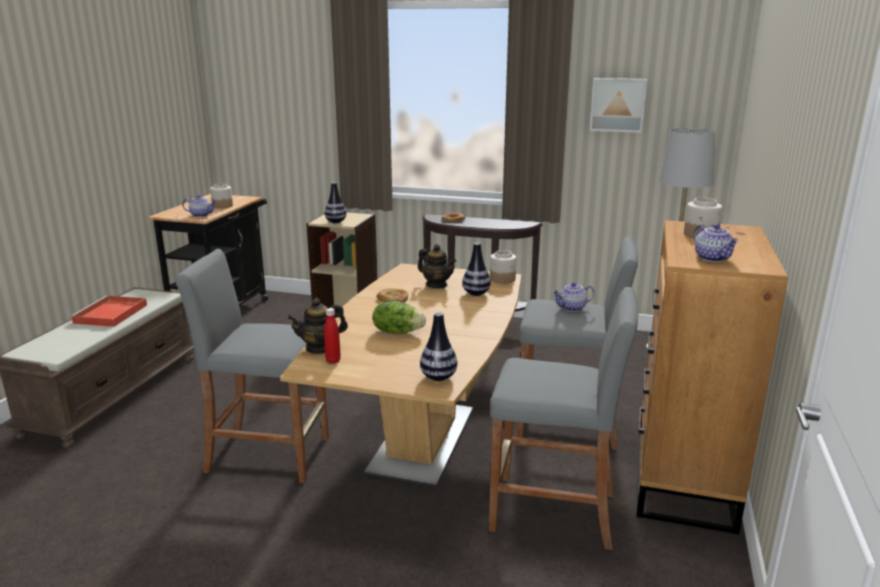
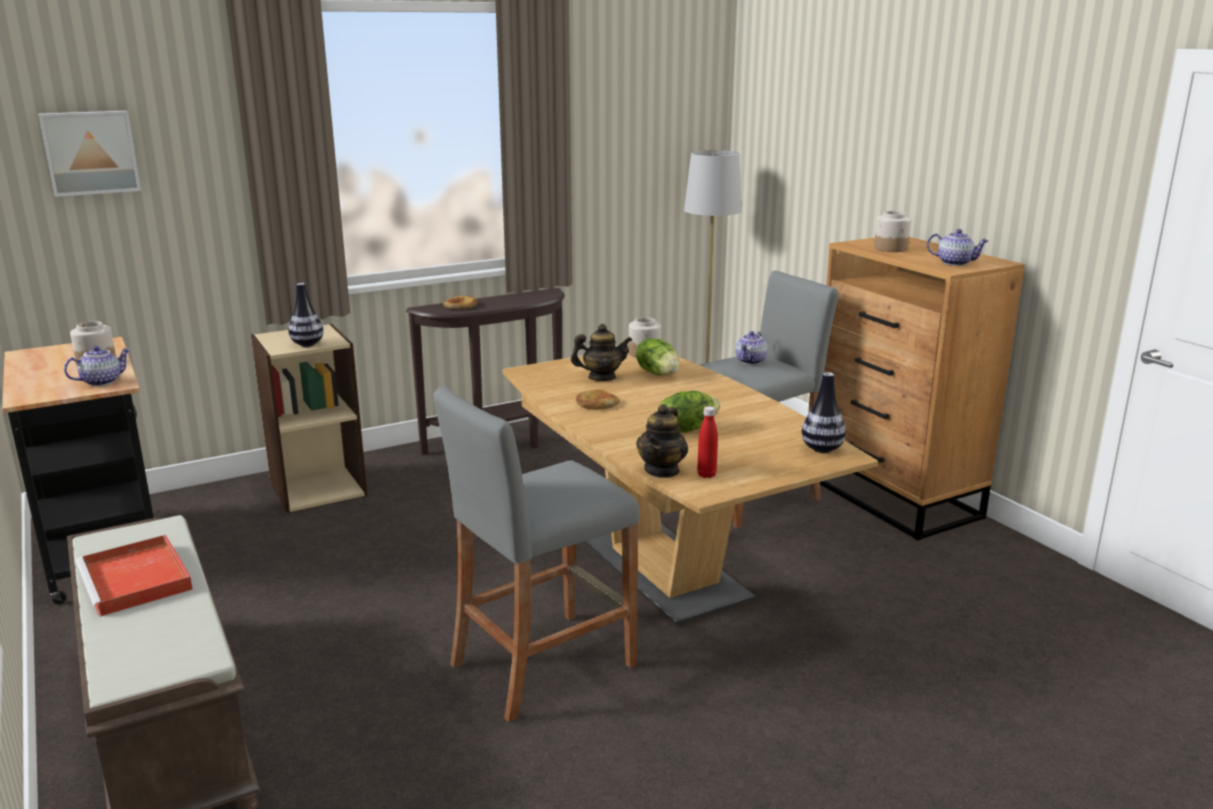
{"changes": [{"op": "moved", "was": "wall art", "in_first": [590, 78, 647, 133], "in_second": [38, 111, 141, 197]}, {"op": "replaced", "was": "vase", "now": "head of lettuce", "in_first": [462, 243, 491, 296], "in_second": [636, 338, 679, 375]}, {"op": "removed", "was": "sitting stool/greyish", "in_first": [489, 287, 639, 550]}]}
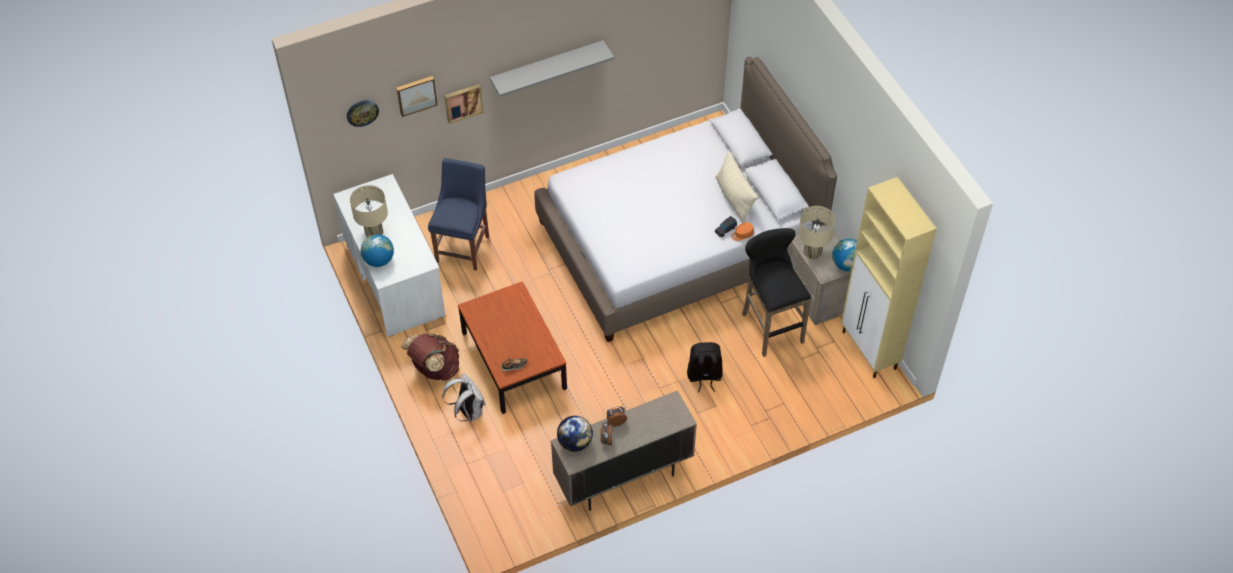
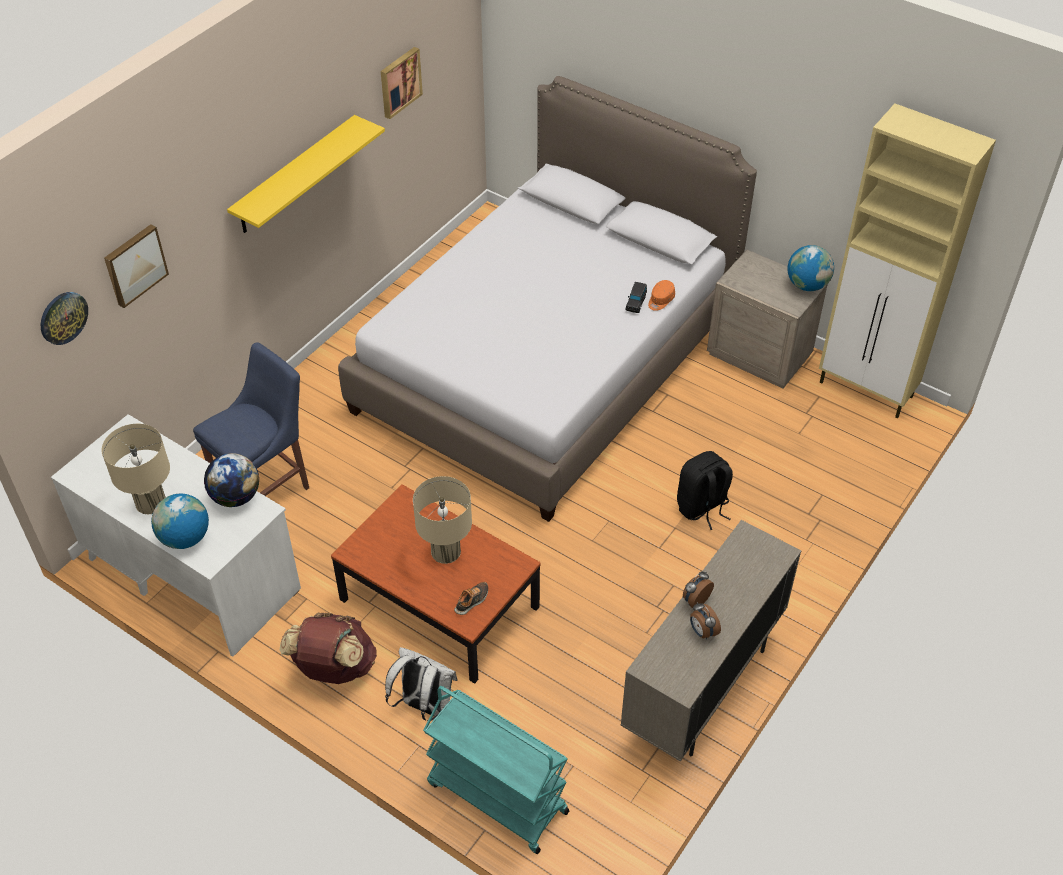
{"changes": [{"op": "recoloured", "was": "shelf/greyish", "now": "shelf/yellowish", "in_first": [490, 40, 614, 97], "in_second": [227, 115, 385, 233]}, {"op": "moved", "was": "wall art", "in_first": [444, 84, 484, 124], "in_second": [381, 47, 423, 119]}, {"op": "removed", "was": "throw pillow/sand-coloured", "in_first": [715, 151, 758, 223]}, {"op": "turned", "was": "upright chair/blue", "in_first": [428, 158, 489, 271], "in_second": [193, 342, 309, 496], "clockwise": 60}, {"op": "moved", "was": "table lamp/sand-coloured", "in_first": [798, 206, 836, 259], "in_second": [413, 476, 472, 564]}, {"op": "removed", "was": "sitting stool/black", "in_first": [742, 228, 811, 357]}, {"op": "moved", "was": "world globe", "in_first": [557, 416, 593, 452], "in_second": [204, 453, 259, 507]}, {"op": "added", "now": "wheeled cart/blue-green", "in_second": [423, 686, 569, 854]}]}
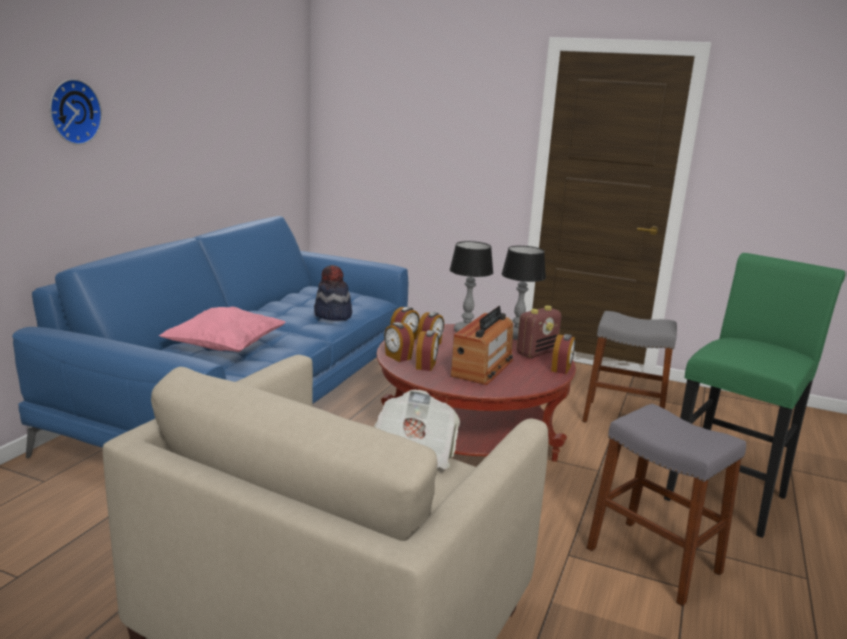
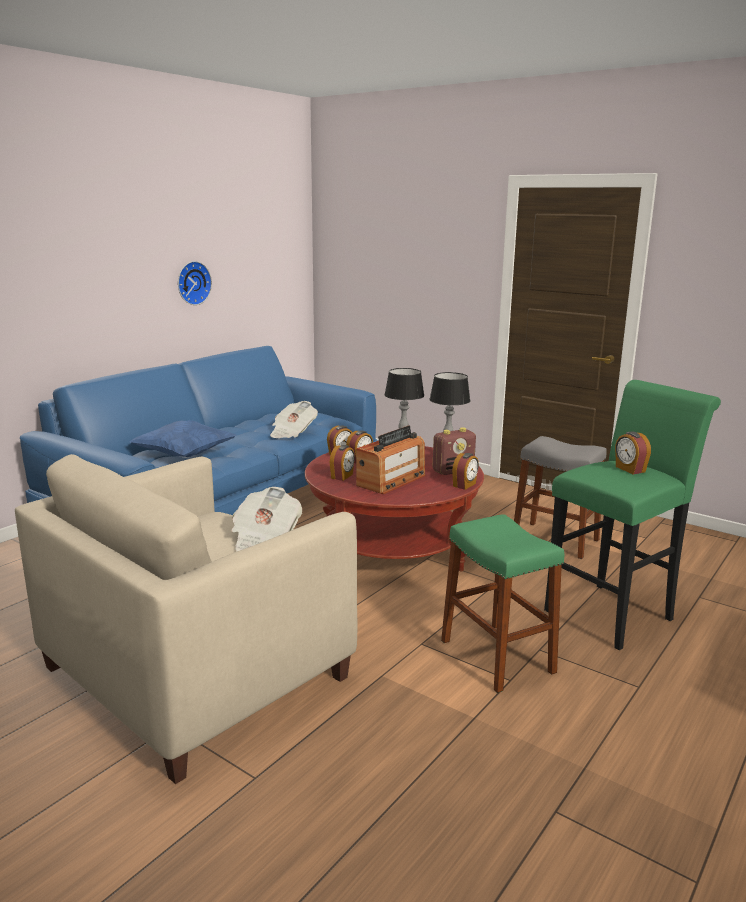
{"changes": [{"op": "moved", "was": "wall clock", "in_first": [50, 79, 102, 145], "in_second": [178, 261, 212, 305]}, {"op": "replaced", "was": "wearable hat", "now": "daily paper", "in_first": [314, 265, 352, 320], "in_second": [270, 401, 318, 438]}, {"op": "recoloured", "was": "throw pillow/pinkish", "now": "throw pillow/blue", "in_first": [159, 307, 286, 352], "in_second": [129, 420, 236, 457]}, {"op": "moved", "was": "bedside clock", "in_first": [384, 322, 414, 362], "in_second": [615, 432, 651, 474]}, {"op": "recoloured", "was": "sitting stool/greyish", "now": "sitting stool/green-coloured", "in_first": [587, 404, 746, 606], "in_second": [441, 515, 564, 693]}]}
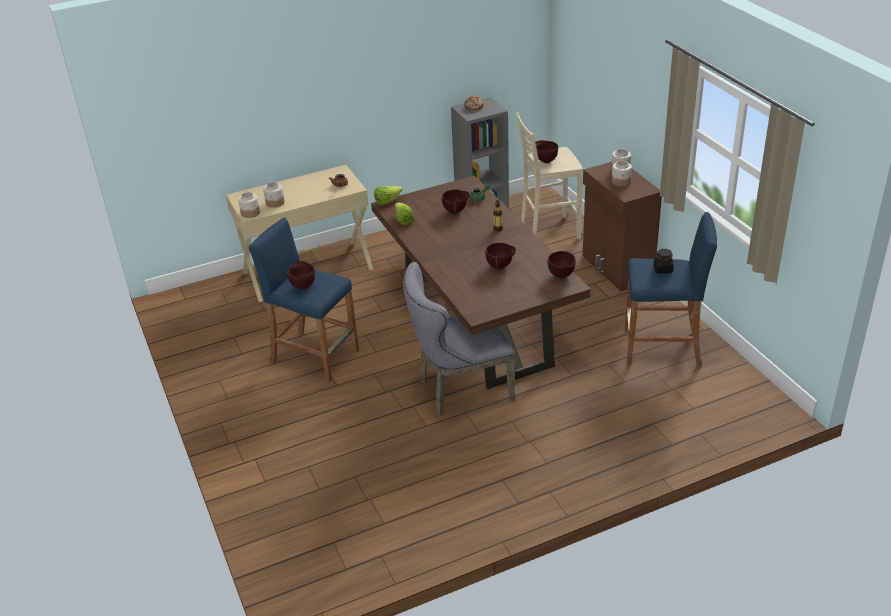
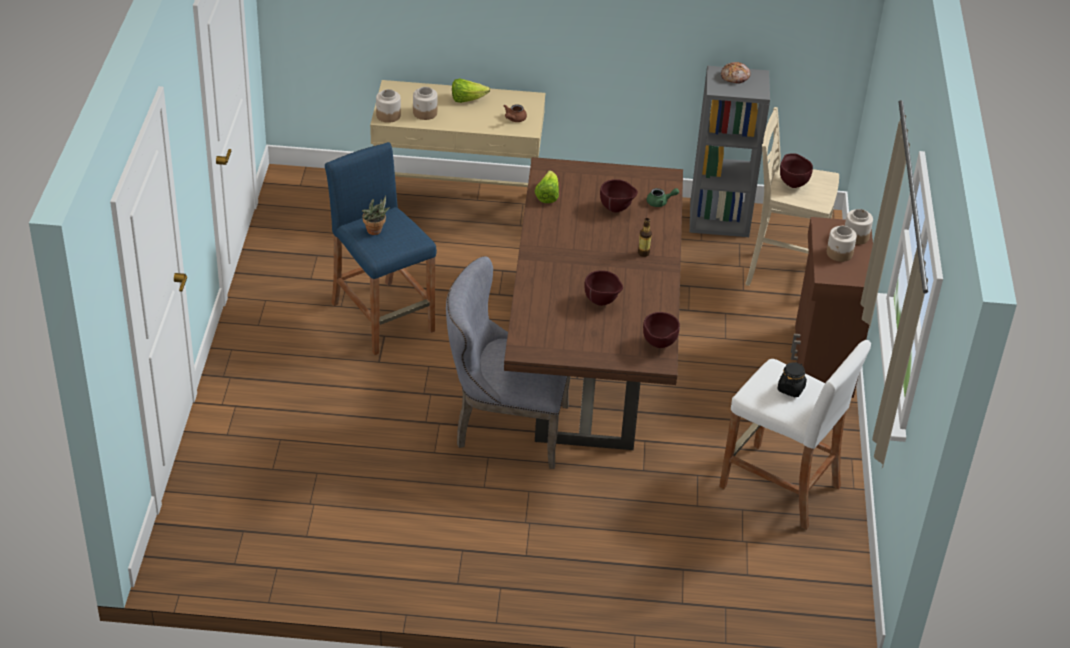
{"changes": [{"op": "moved", "was": "head of lettuce", "in_first": [374, 186, 402, 205], "in_second": [452, 78, 490, 103]}, {"op": "recoloured", "was": "sitting stool/blue", "now": "sitting stool/white-coloured", "in_first": [625, 212, 717, 366], "in_second": [719, 340, 871, 530]}, {"op": "replaced", "was": "serving bowl/brown-coloured", "now": "potted plant", "in_first": [287, 261, 315, 290], "in_second": [362, 195, 390, 235]}]}
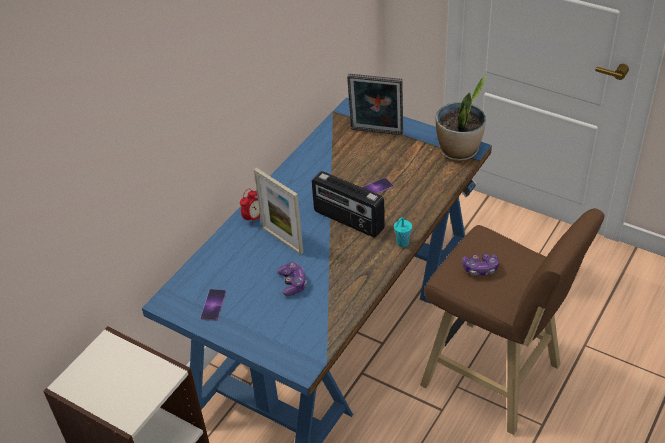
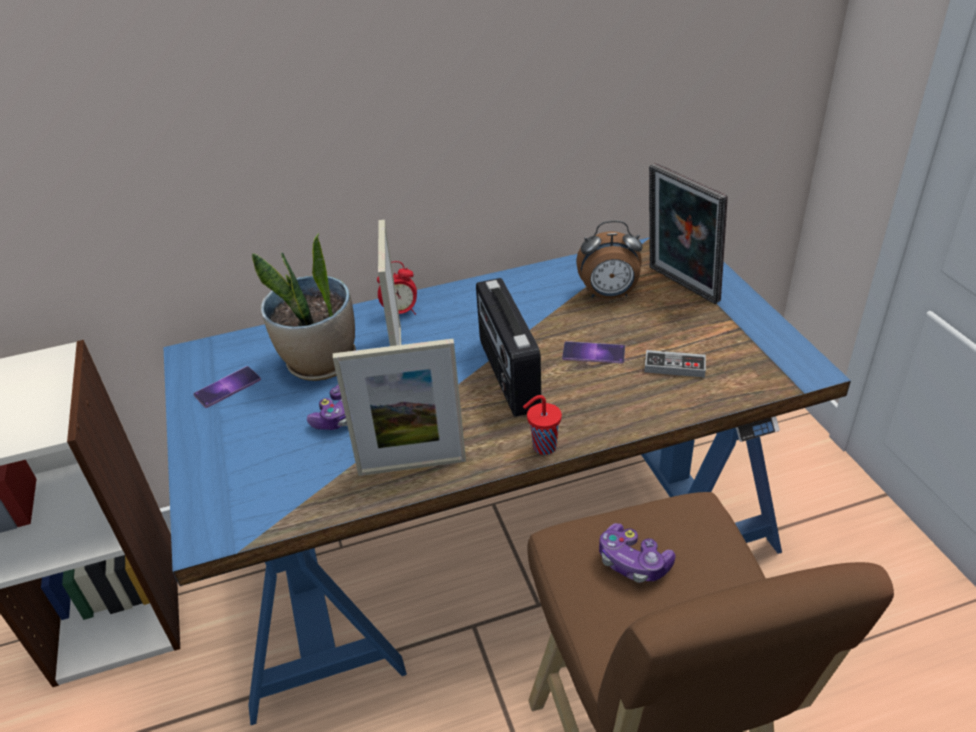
{"changes": [{"op": "moved", "was": "potted plant", "in_first": [435, 75, 487, 161], "in_second": [252, 233, 356, 381]}, {"op": "recoloured", "was": "drinking cup/blue-green", "now": "drinking cup/red-coloured", "in_first": [394, 217, 412, 247], "in_second": [523, 395, 562, 455]}, {"op": "added", "now": "bedside clock", "in_second": [576, 220, 642, 299]}, {"op": "added", "now": "picture frame", "in_second": [333, 339, 466, 476]}, {"op": "added", "now": "joypad", "in_second": [644, 350, 706, 378]}]}
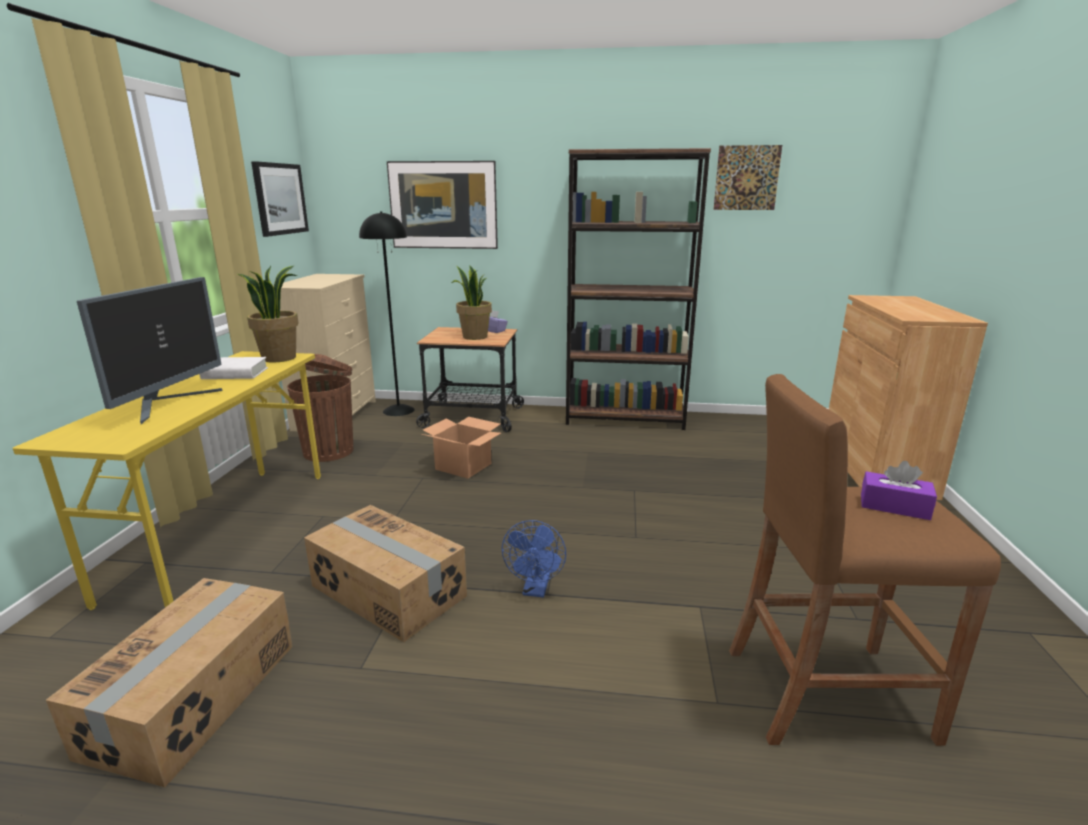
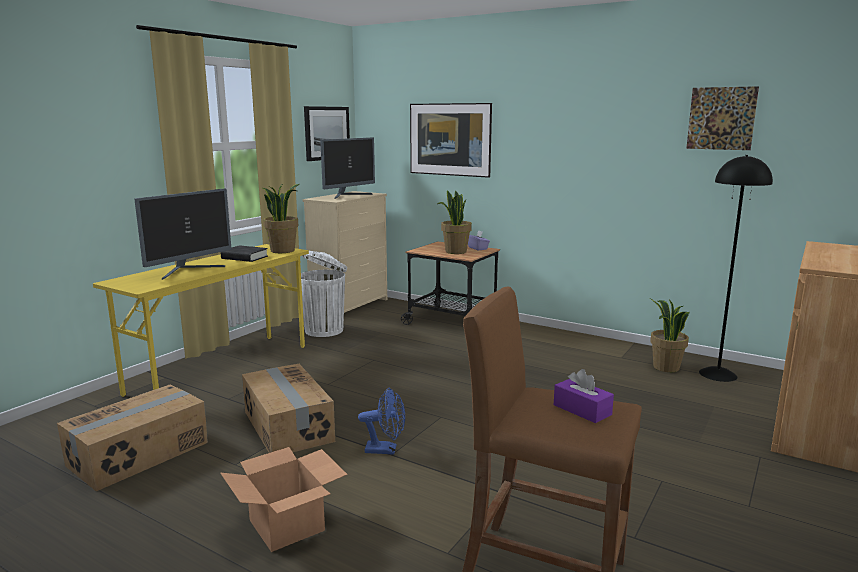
{"changes": [{"op": "removed", "was": "shelving unit/brown-coloured", "in_first": [566, 148, 711, 430]}, {"op": "moved", "was": "floor lamp/black", "in_first": [359, 212, 415, 416], "in_second": [699, 155, 773, 382]}, {"op": "recoloured", "was": "rubbish bin/brown-coloured", "now": "rubbish bin/white-coloured", "in_first": [287, 354, 353, 462], "in_second": [301, 251, 347, 337]}, {"op": "recoloured", "was": "volume/white-coloured", "now": "volume/black", "in_first": [199, 357, 268, 379], "in_second": [221, 245, 268, 262]}, {"op": "moved", "was": "cardboard box", "in_first": [422, 417, 501, 479], "in_second": [220, 447, 348, 552]}, {"op": "turned", "was": "cooling fan/blue", "in_first": [502, 520, 566, 598], "in_second": [358, 388, 405, 455], "clockwise": -120}, {"op": "added", "now": "computer screen", "in_second": [320, 138, 375, 199]}, {"op": "added", "now": "potted plant", "in_second": [650, 299, 690, 372]}]}
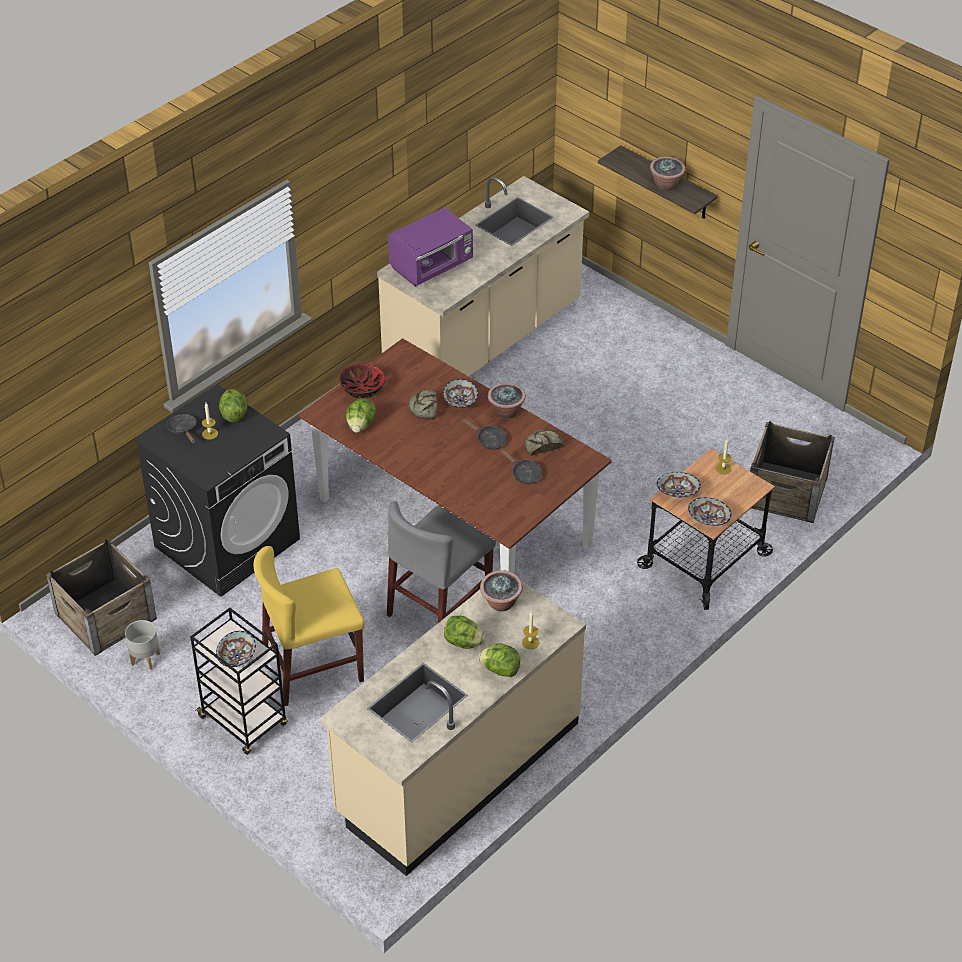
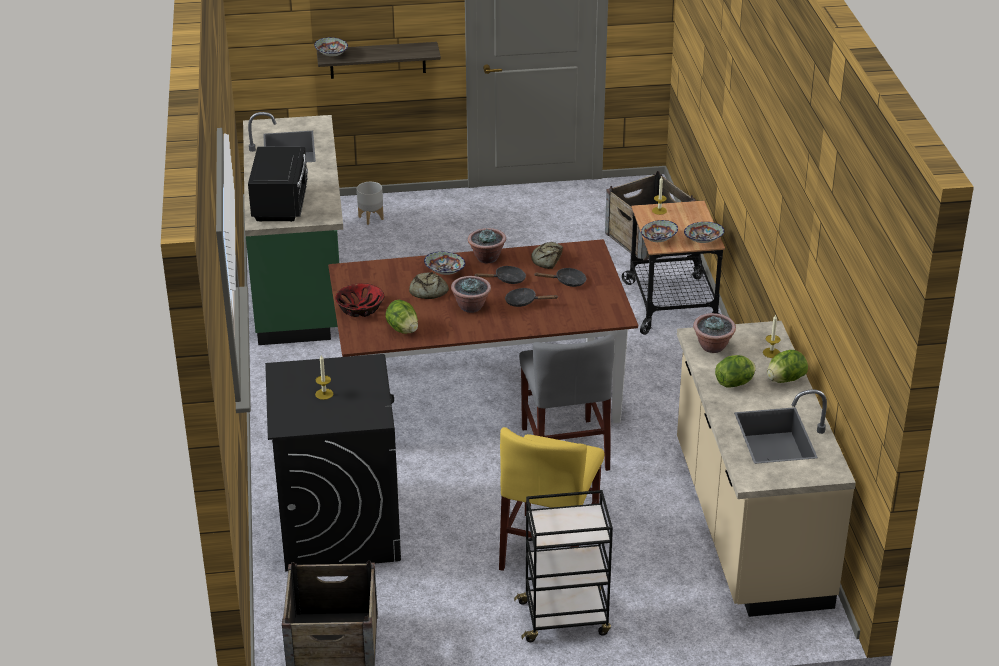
{"changes": [{"op": "moved", "was": "potted plant", "in_first": [650, 157, 685, 190], "in_second": [451, 276, 491, 313]}, {"op": "recoloured", "was": "counter/sand-coloured", "now": "counter/green-coloured", "in_first": [377, 176, 589, 376], "in_second": [243, 112, 343, 345]}, {"op": "recoloured", "was": "kitchen microwave/purple-coloured", "now": "kitchen microwave/black", "in_first": [388, 207, 473, 287], "in_second": [248, 147, 308, 222]}, {"op": "removed", "was": "head of lettuce", "in_first": [219, 389, 248, 422]}, {"op": "moved", "was": "pan/black", "in_first": [166, 414, 197, 443], "in_second": [505, 288, 557, 307]}, {"op": "moved", "was": "flower pot/greyish", "in_first": [125, 620, 160, 670], "in_second": [357, 182, 384, 225]}, {"op": "moved", "was": "serving bowl", "in_first": [216, 631, 256, 667], "in_second": [314, 37, 348, 56]}]}
